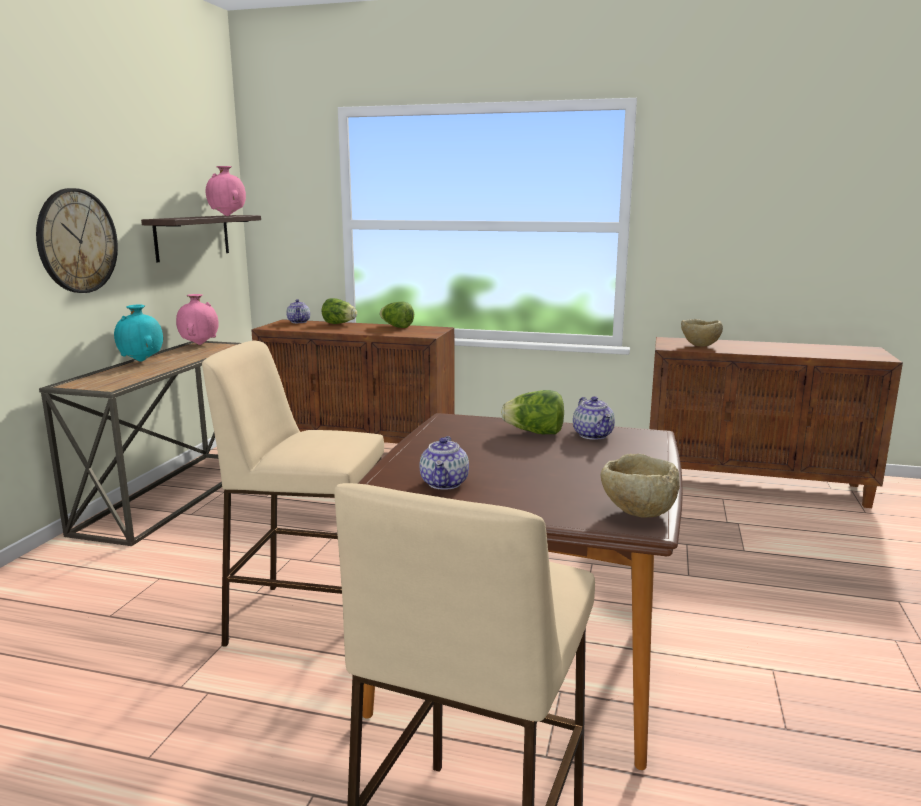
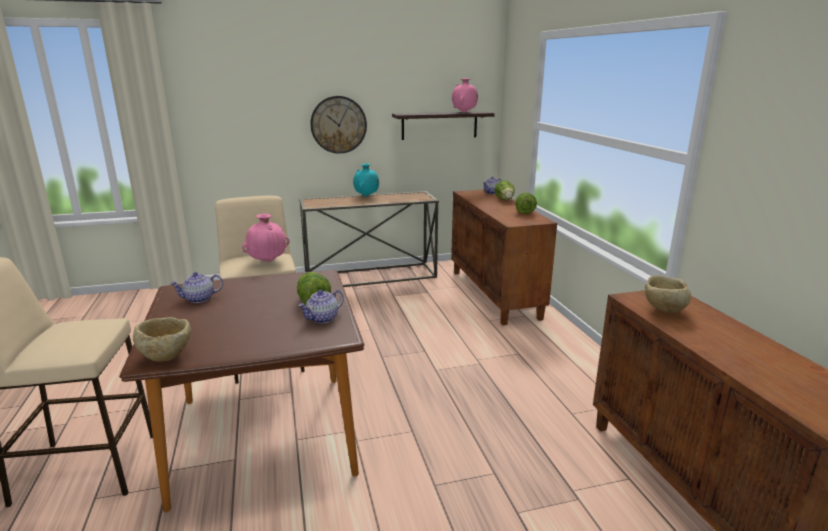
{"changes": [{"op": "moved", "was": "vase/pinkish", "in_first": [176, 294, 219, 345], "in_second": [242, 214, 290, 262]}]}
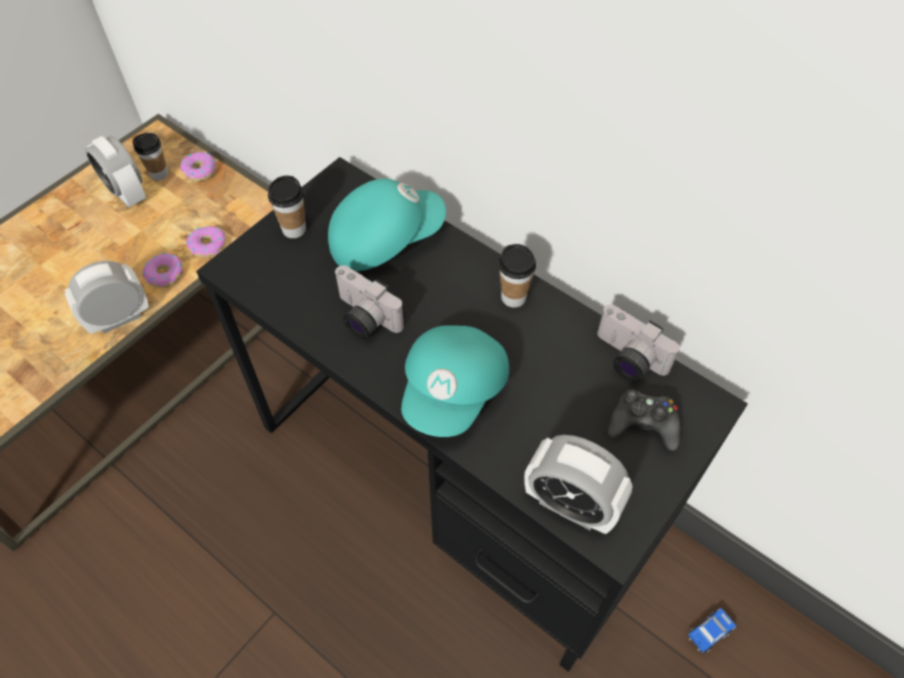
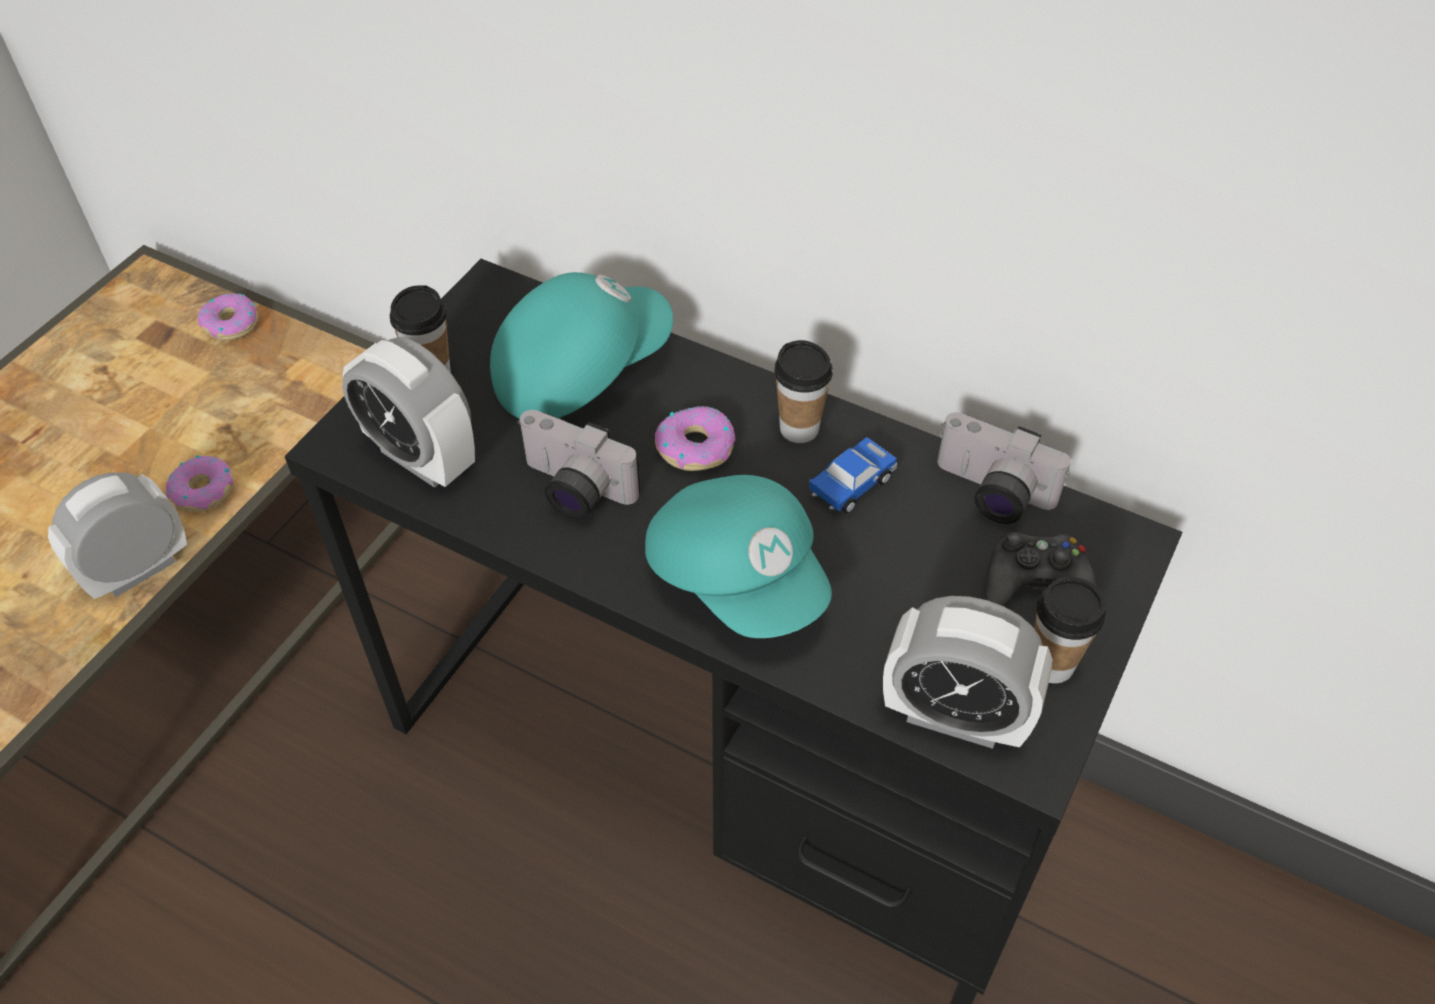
{"changes": [{"op": "moved", "was": "drinking cup", "in_first": [133, 133, 168, 181], "in_second": [1034, 577, 1106, 683]}, {"op": "moved", "was": "bedside clock", "in_first": [85, 136, 146, 207], "in_second": [342, 337, 475, 488]}, {"op": "moved", "was": "doughnut", "in_first": [186, 226, 226, 257], "in_second": [655, 407, 735, 471]}, {"op": "turned", "was": "peaked cap/blue-green", "in_first": [401, 325, 509, 437], "in_second": [645, 475, 832, 638], "clockwise": -45}, {"op": "moved", "was": "toy car", "in_first": [688, 608, 736, 653], "in_second": [809, 437, 898, 514]}]}
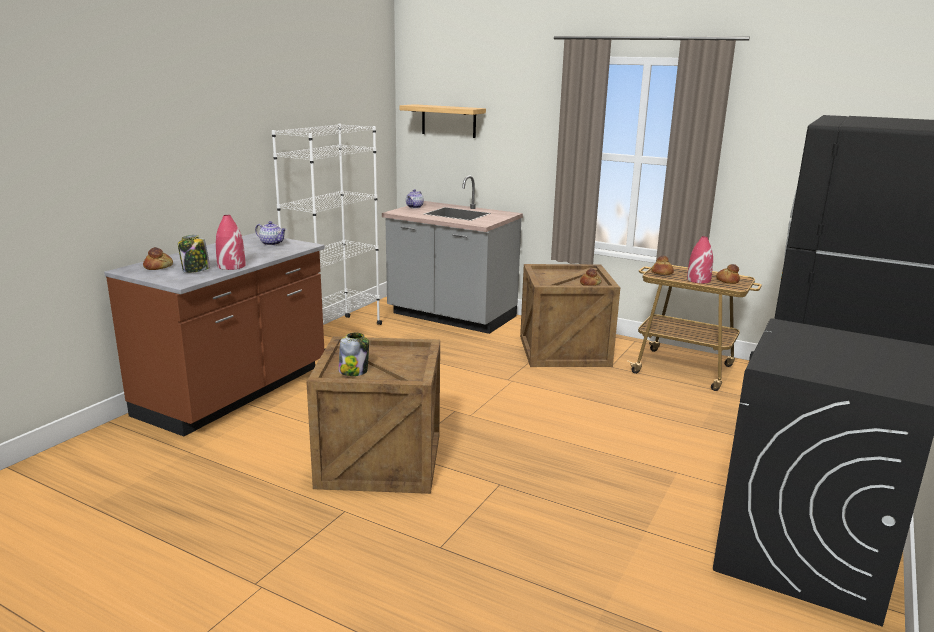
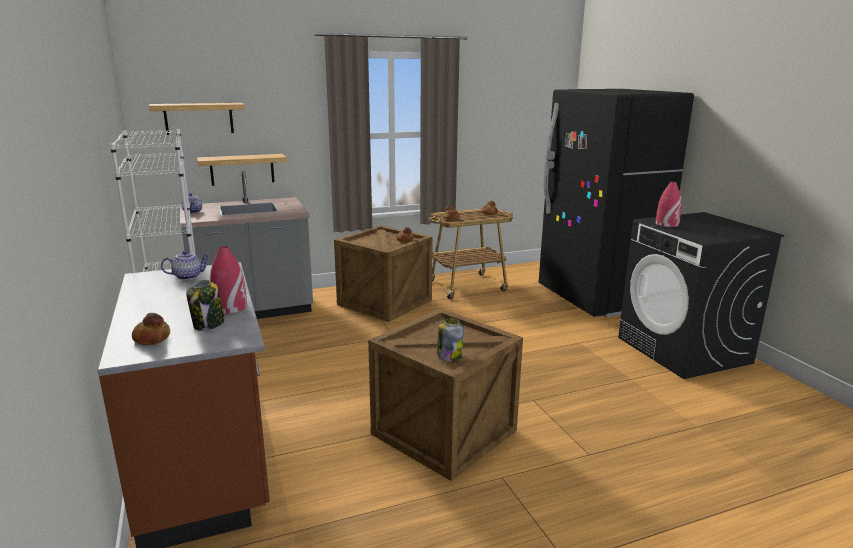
{"changes": [{"op": "moved", "was": "vase/red-coloured", "in_first": [687, 236, 713, 284], "in_second": [655, 182, 682, 227]}, {"op": "added", "now": "shelf", "in_second": [197, 154, 287, 186]}]}
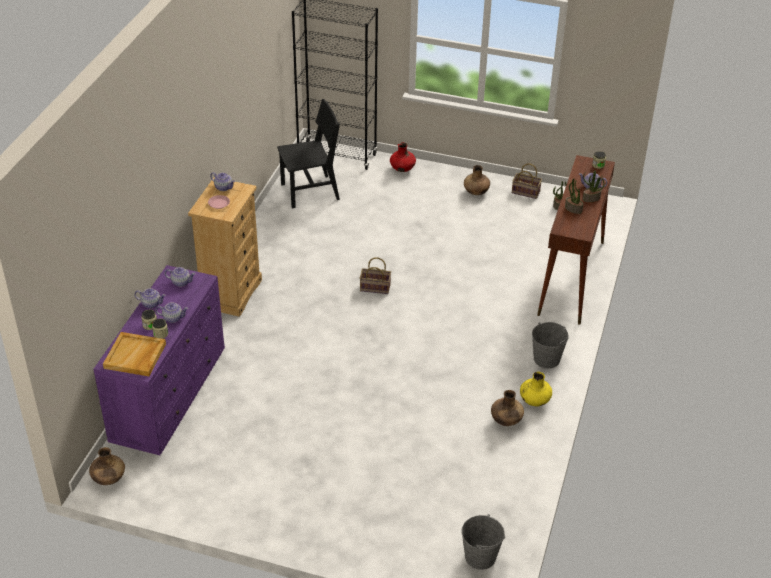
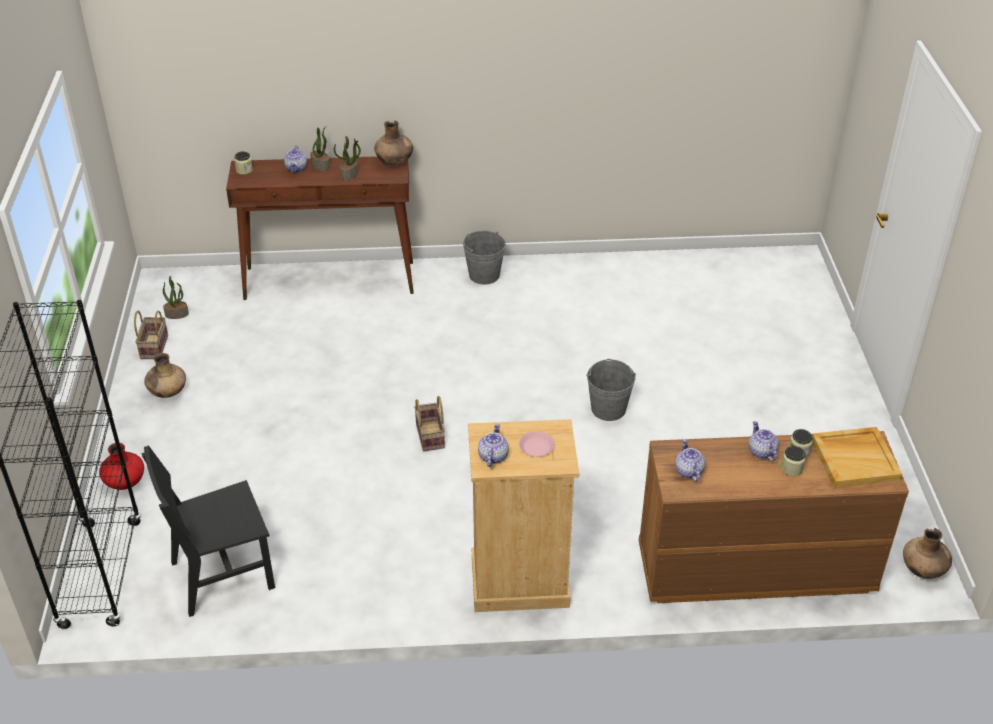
{"changes": [{"op": "turned", "was": "upright chair/black", "in_first": [277, 99, 340, 208], "in_second": [141, 445, 275, 617], "clockwise": -75}, {"op": "recoloured", "was": "chest of drawers/purple-coloured", "now": "chest of drawers/brown-coloured", "in_first": [93, 265, 225, 455], "in_second": [639, 431, 909, 603]}, {"op": "removed", "was": "tea pot", "in_first": [134, 288, 166, 308]}, {"op": "removed", "was": "vase/yellowish", "in_first": [520, 372, 552, 406]}, {"op": "moved", "was": "vase/brown-coloured", "in_first": [491, 390, 524, 426], "in_second": [374, 120, 413, 165]}, {"op": "moved", "was": "pail/greyish", "in_first": [461, 514, 505, 570], "in_second": [586, 359, 636, 421]}]}
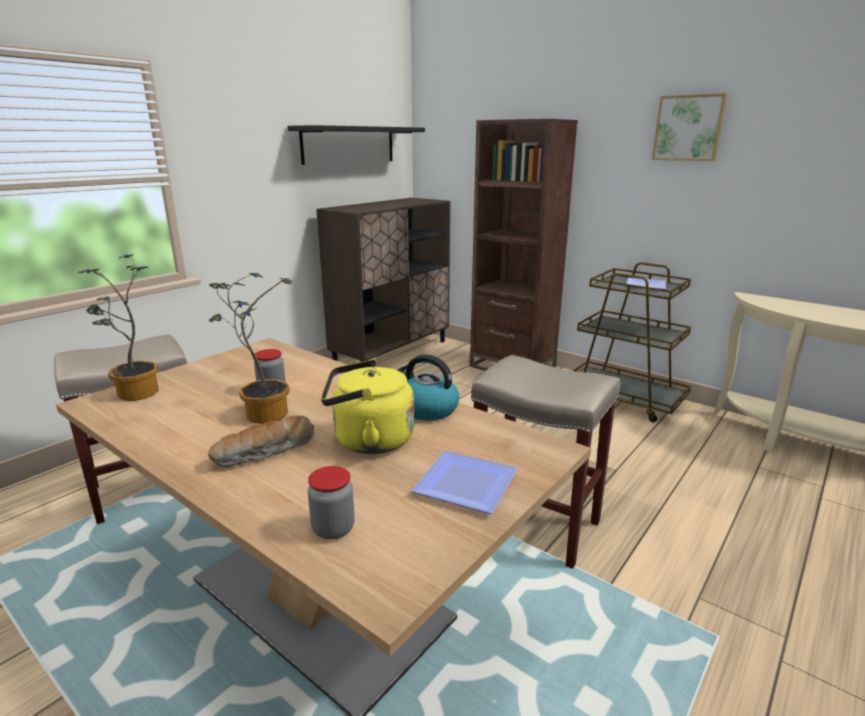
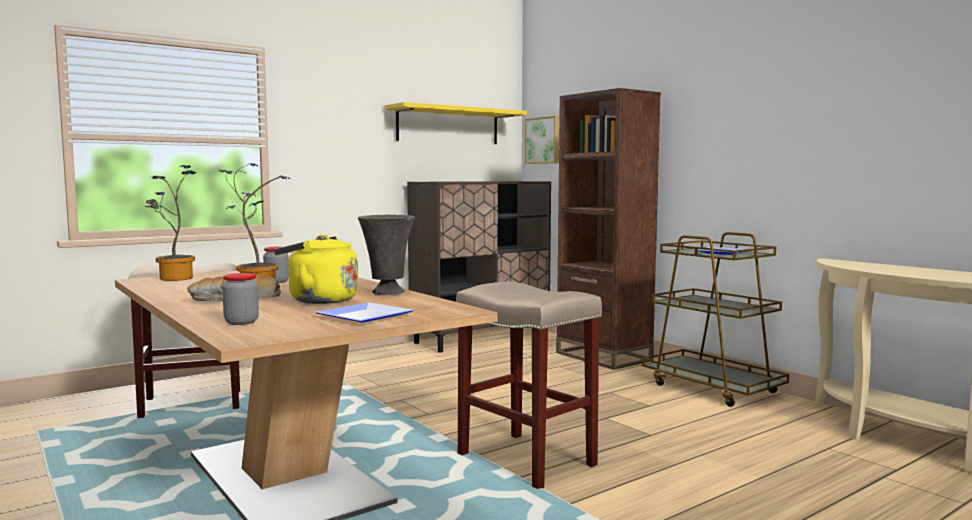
{"changes": [{"op": "moved", "was": "wall art", "in_first": [652, 93, 728, 161], "in_second": [525, 116, 559, 164]}, {"op": "recoloured", "was": "shelf/black", "now": "shelf/yellowish", "in_first": [287, 125, 425, 165], "in_second": [384, 102, 527, 144]}, {"op": "replaced", "was": "water kettle", "now": "vase/greyish", "in_first": [396, 354, 459, 421], "in_second": [358, 214, 415, 295]}]}
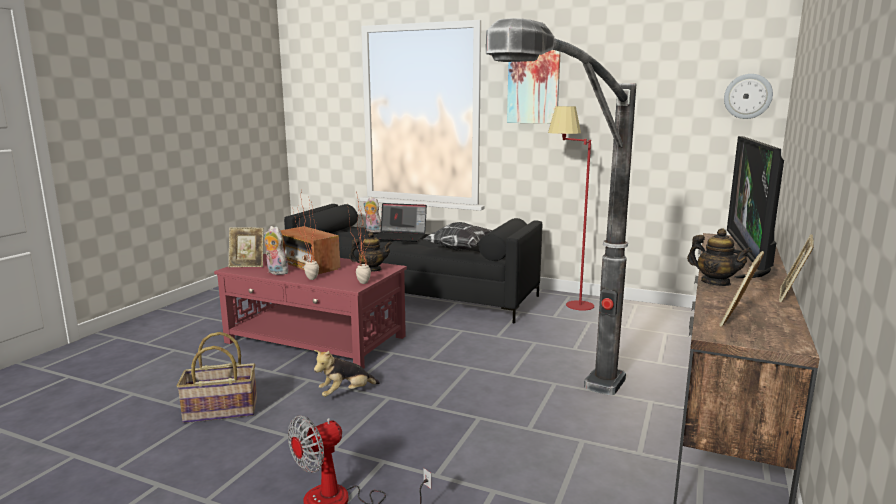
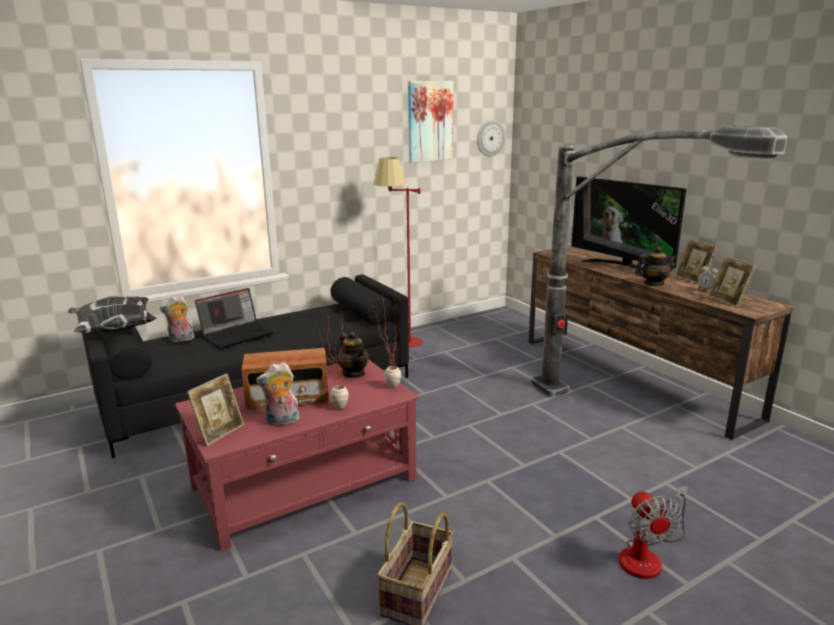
{"changes": [{"op": "moved", "was": "wall art", "in_first": [507, 50, 561, 124], "in_second": [408, 81, 453, 162]}, {"op": "moved", "was": "throw pillow", "in_first": [423, 222, 492, 250], "in_second": [68, 296, 157, 333]}, {"op": "turned", "was": "tea pot", "in_first": [349, 232, 392, 272], "in_second": [337, 331, 369, 378], "clockwise": 120}, {"op": "removed", "was": "plush toy", "in_first": [314, 350, 380, 397]}, {"op": "added", "now": "bedside clock", "in_second": [697, 266, 718, 289]}]}
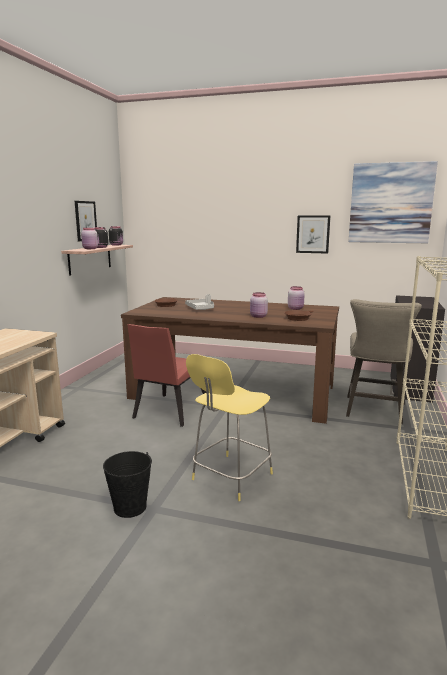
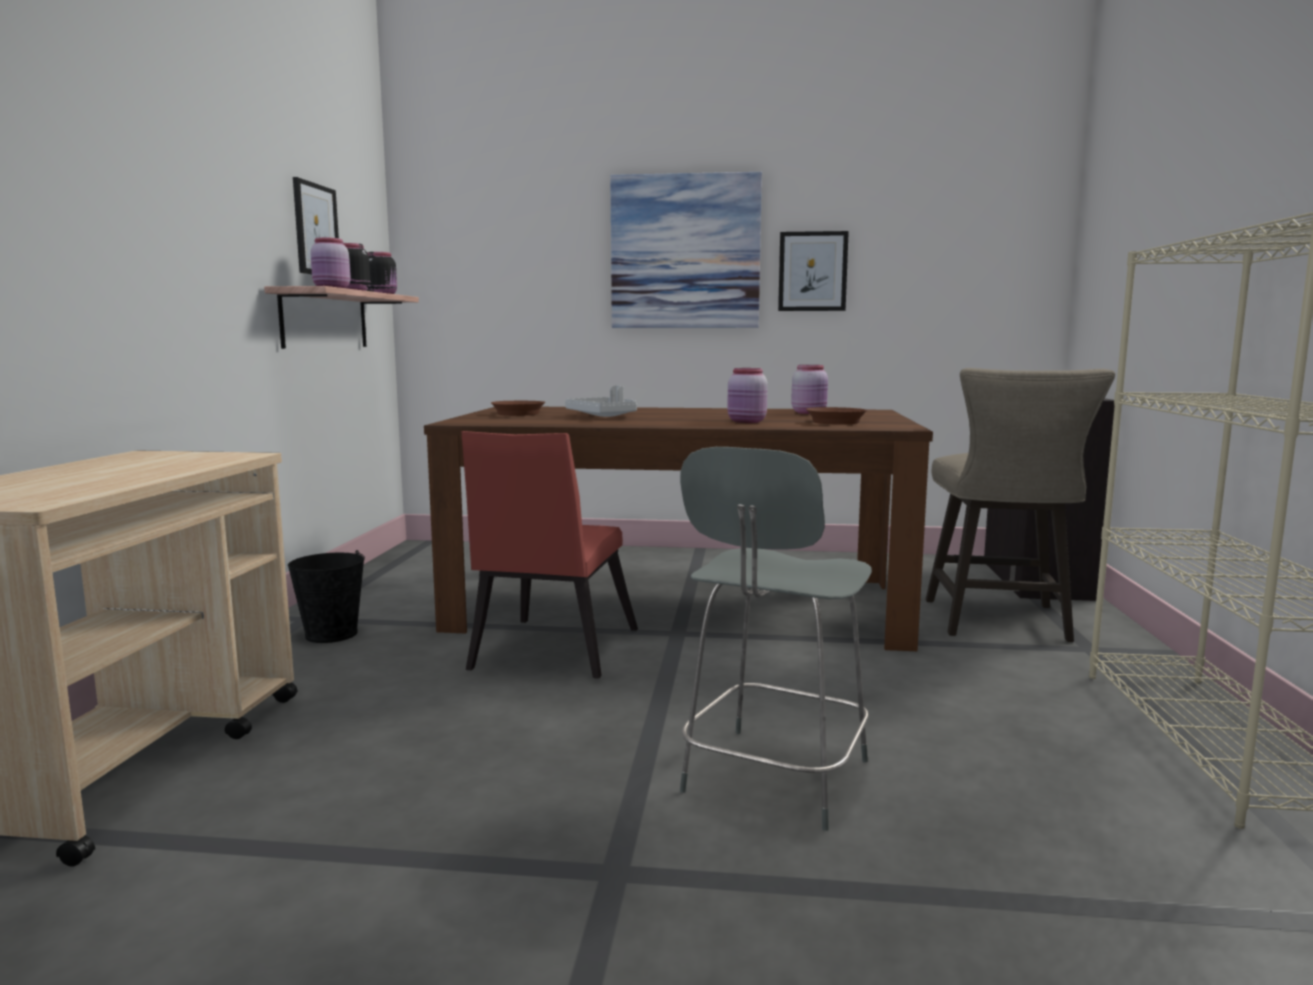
{"changes": [{"op": "moved", "was": "wall art", "in_first": [348, 161, 438, 243], "in_second": [610, 172, 762, 328]}, {"op": "recoloured", "was": "sitting stool/yellowish", "now": "sitting stool/greyish", "in_first": [186, 354, 273, 501], "in_second": [680, 447, 872, 831]}, {"op": "moved", "was": "pail/black", "in_first": [103, 451, 152, 518], "in_second": [288, 550, 365, 643]}]}
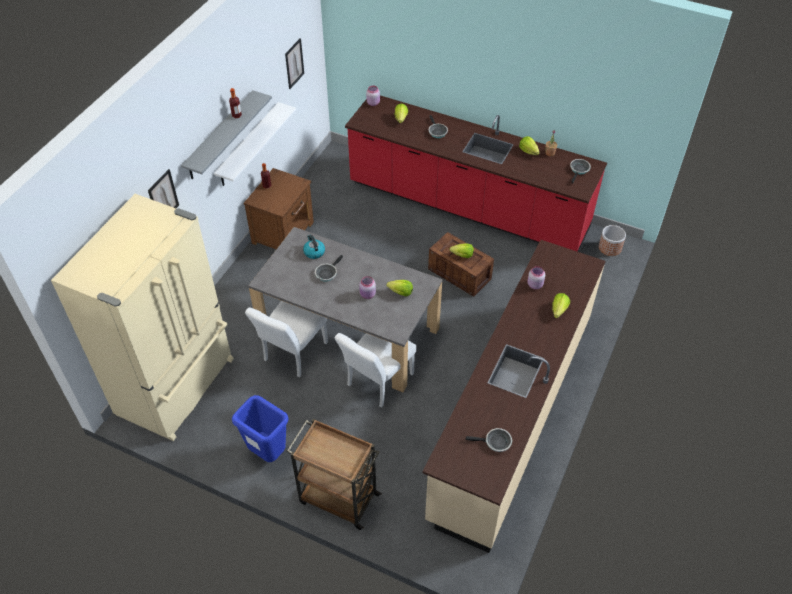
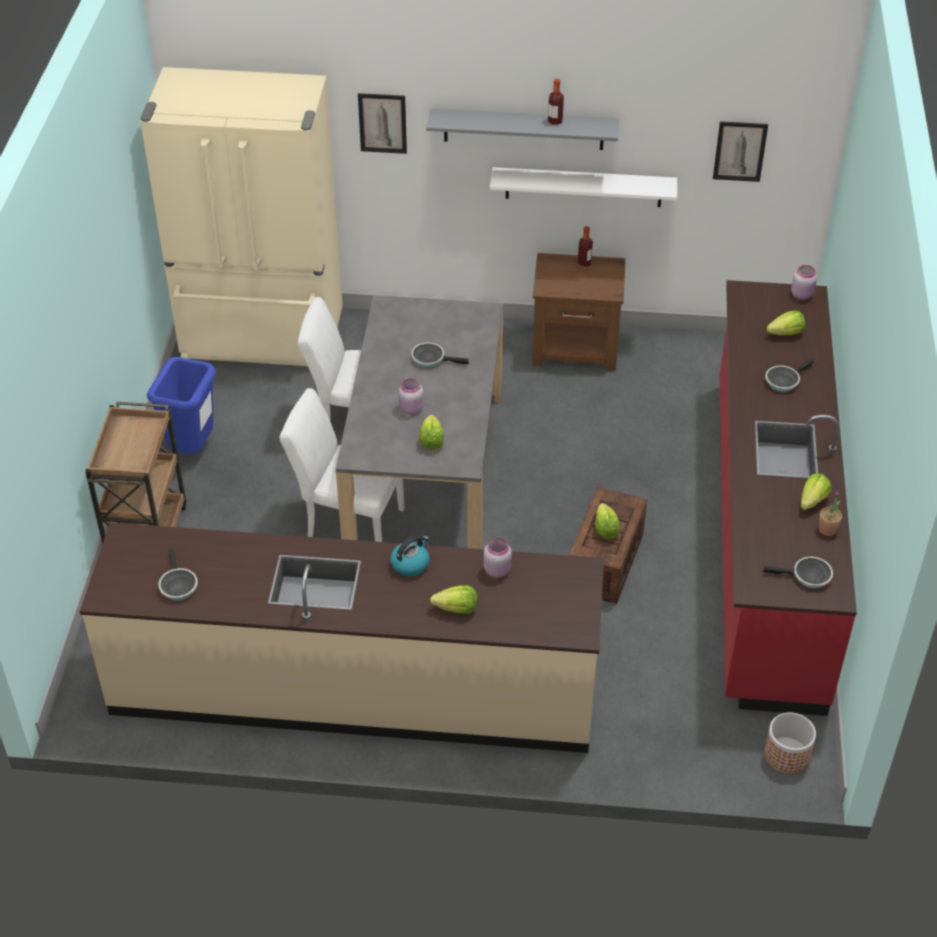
{"changes": [{"op": "moved", "was": "water kettle", "in_first": [303, 235, 325, 259], "in_second": [390, 536, 430, 577]}]}
